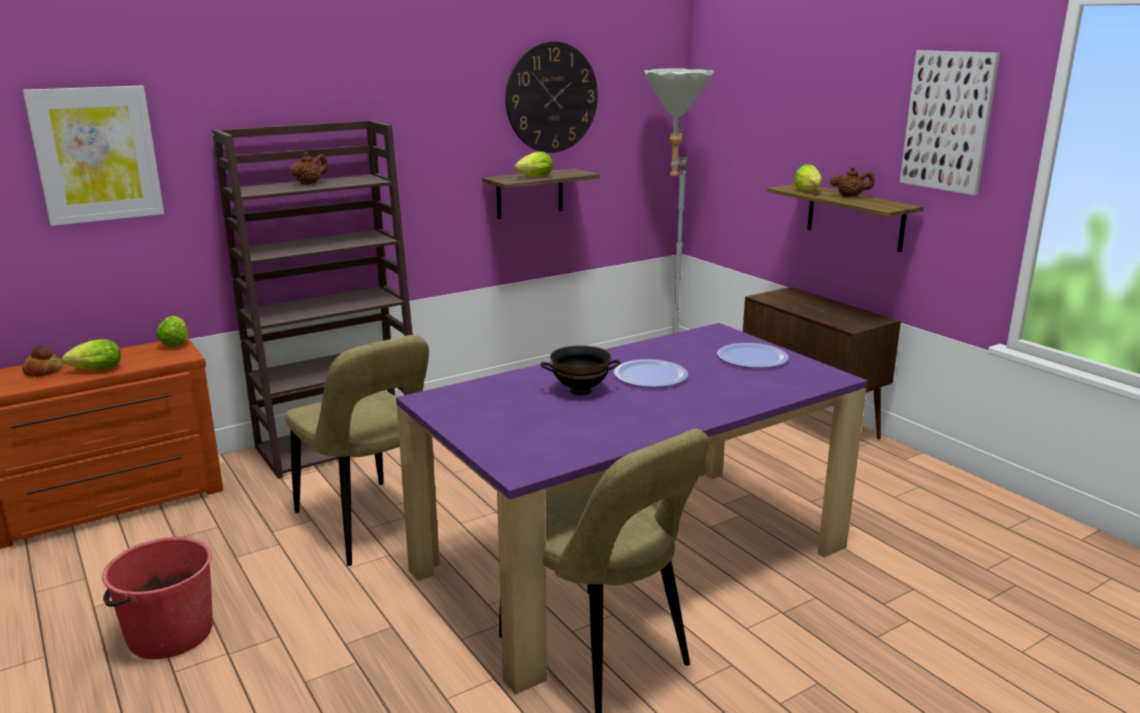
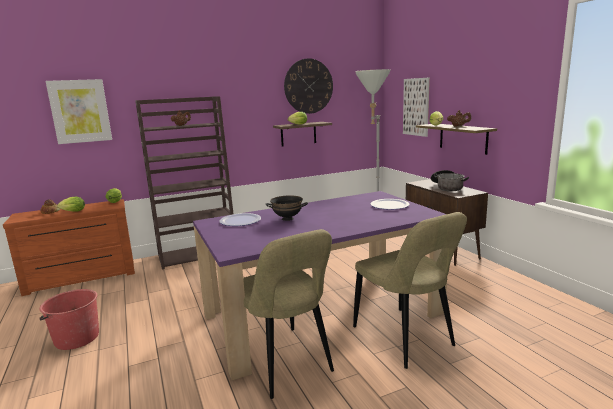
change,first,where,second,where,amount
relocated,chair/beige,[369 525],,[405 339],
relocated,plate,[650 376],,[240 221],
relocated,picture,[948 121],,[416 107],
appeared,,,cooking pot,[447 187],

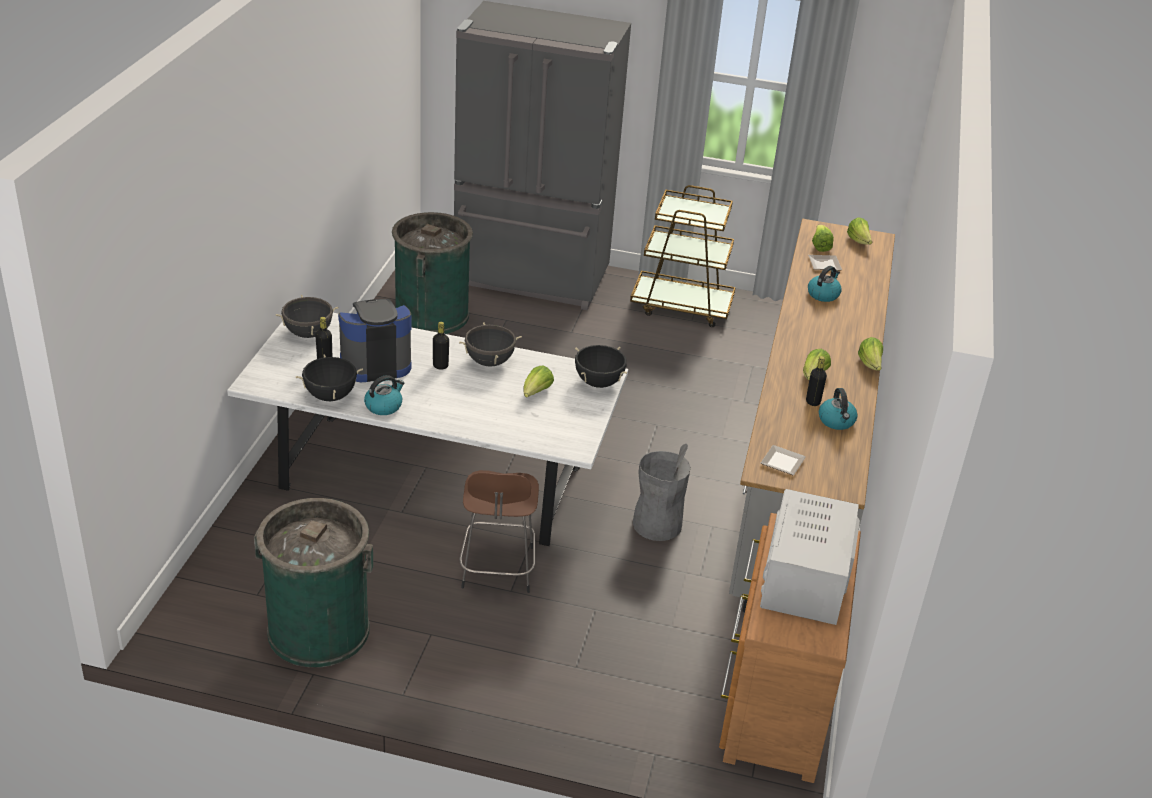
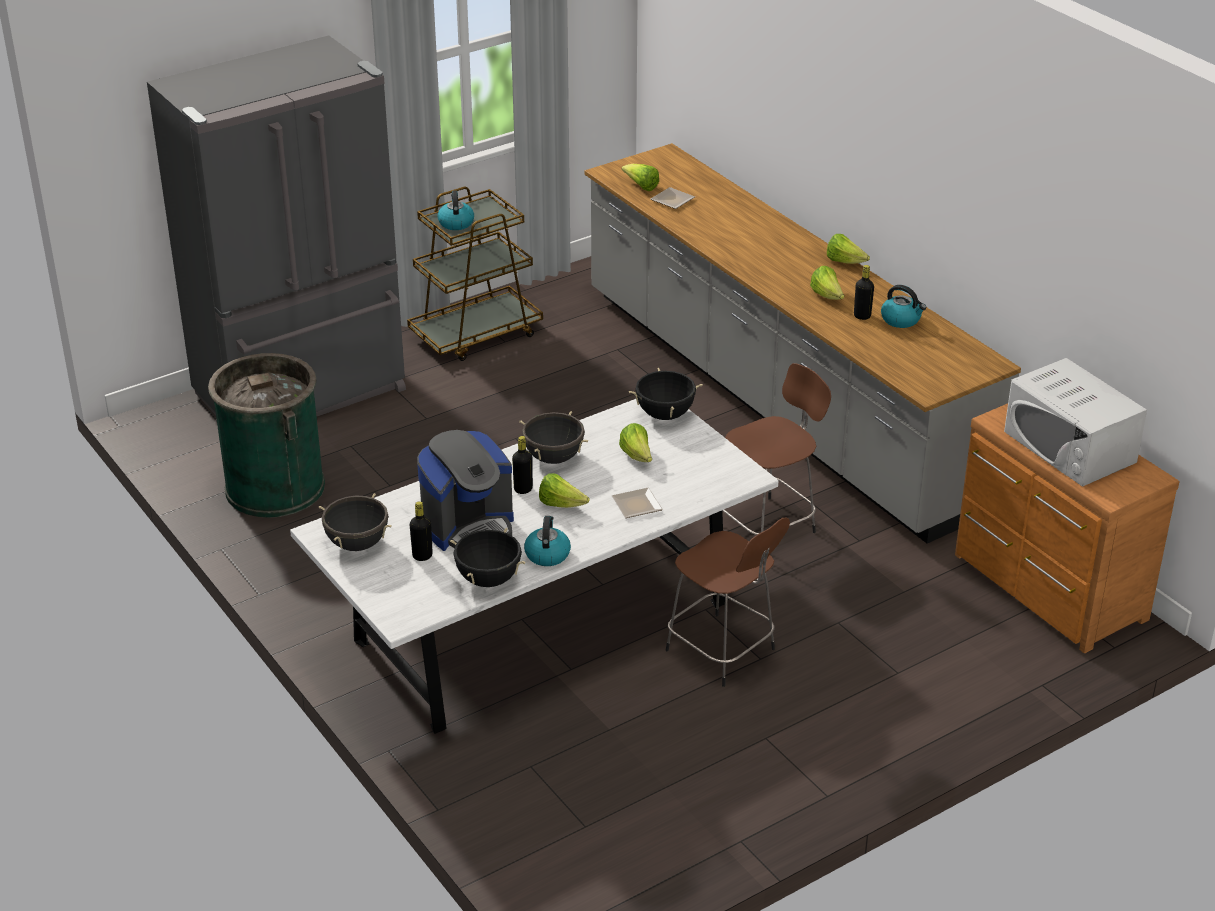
change,first,where,second,where,amount
missing,trash can/green,[318 630],,,
spun,coffee machine,[375 364],,[468 526],150 degrees counterclockwise
exchanged,trash can/grey,[657 524],stool/brown,[768 526],
relocated,plate,[784 462],,[637 504],
relocated,kettle,[823 294],,[456 223],
relocated,lettuce,[859 242],,[561 504],

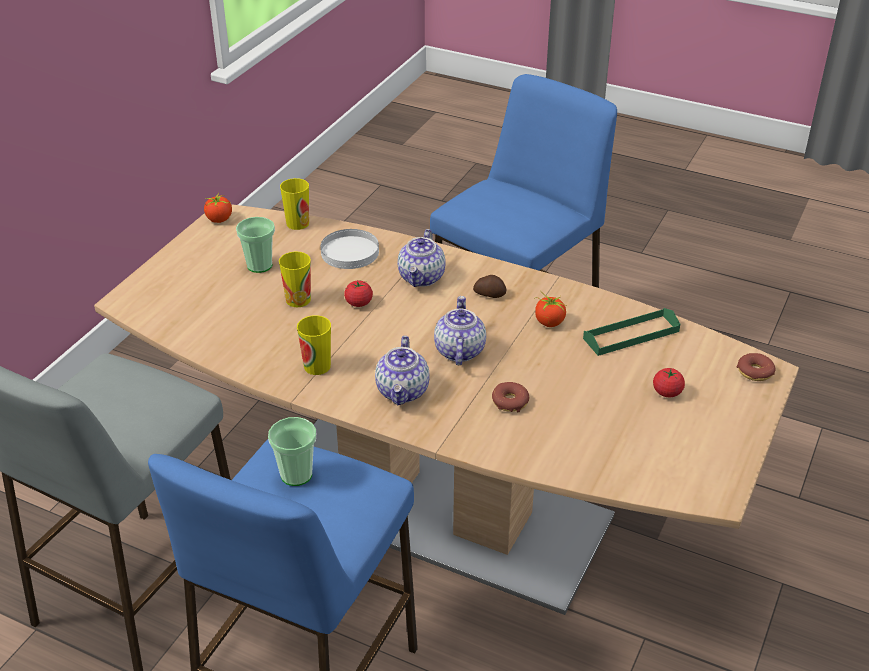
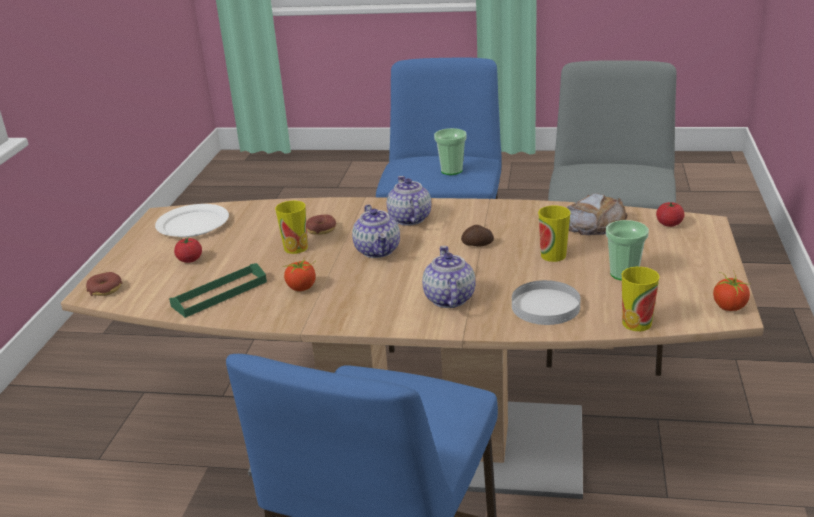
change,first,where,second,where,amount
relocated,cup,[317 366],,[295 248],
relocated,tomato,[359 303],,[669 224],
relocated,potato,[489 294],,[477 245],
appeared,,,plate/white,[193 224],
appeared,,,bread,[596 223],

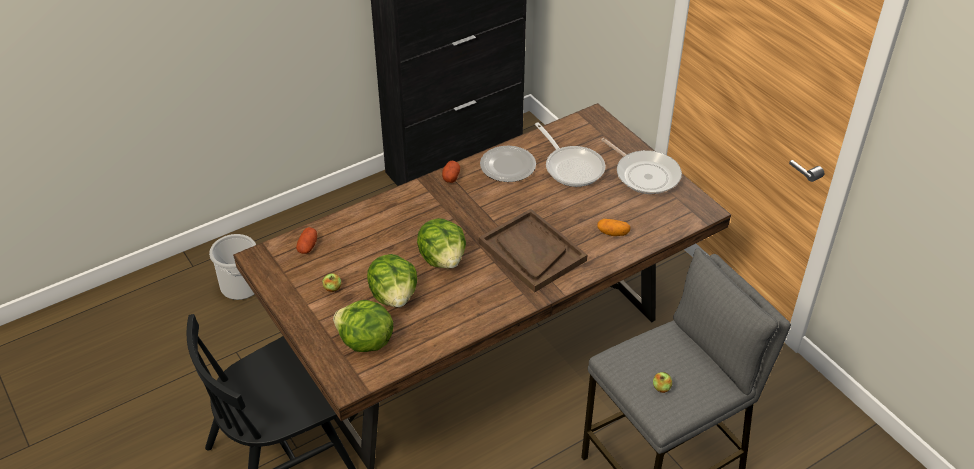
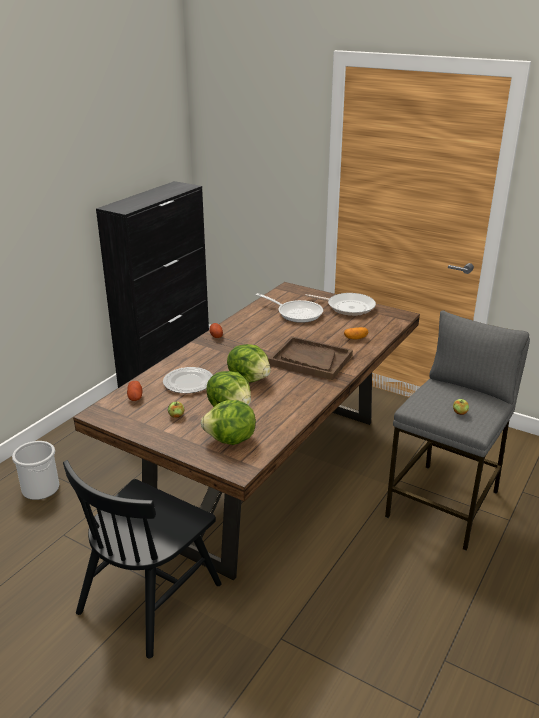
change,first,where,second,where,amount
relocated,plate,[508 166],,[189 382],

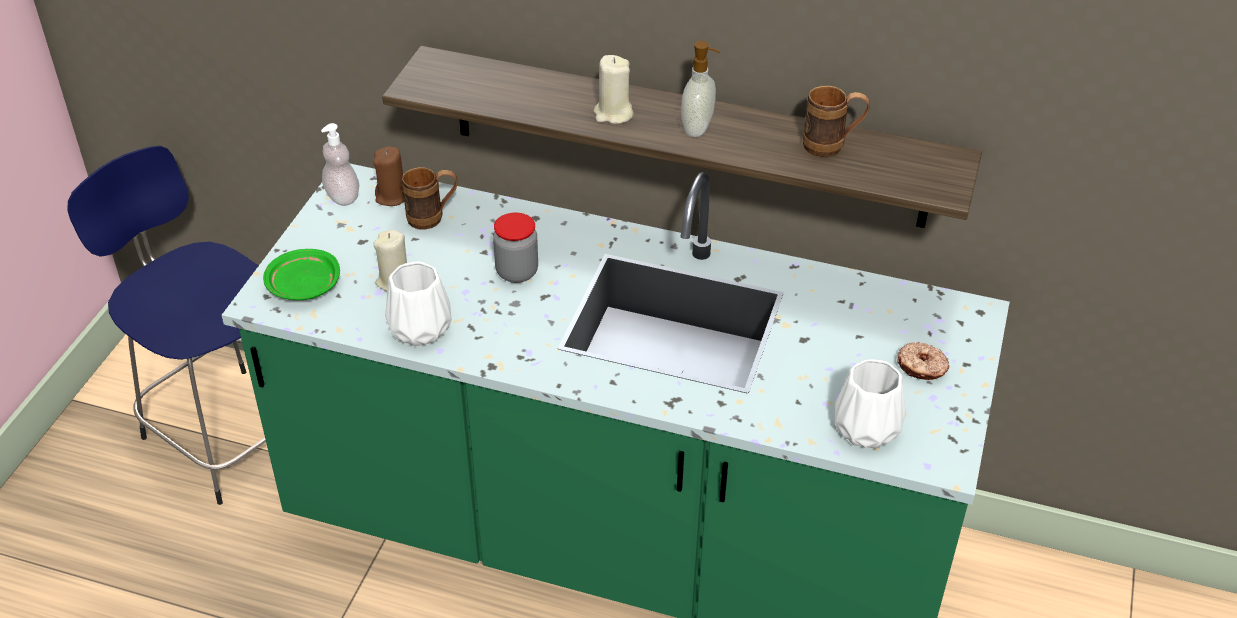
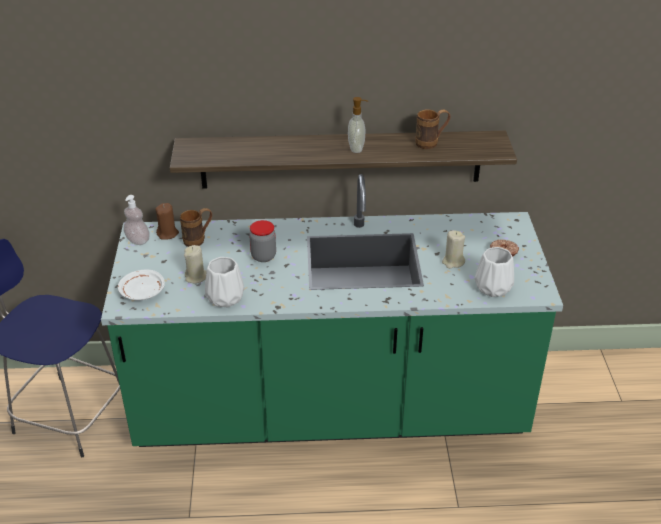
change,first,where,second,where,amount
colour,plate/green,[303 286],plate/white,[142 292],
relocated,candle/beige,[613 114],,[453 262],

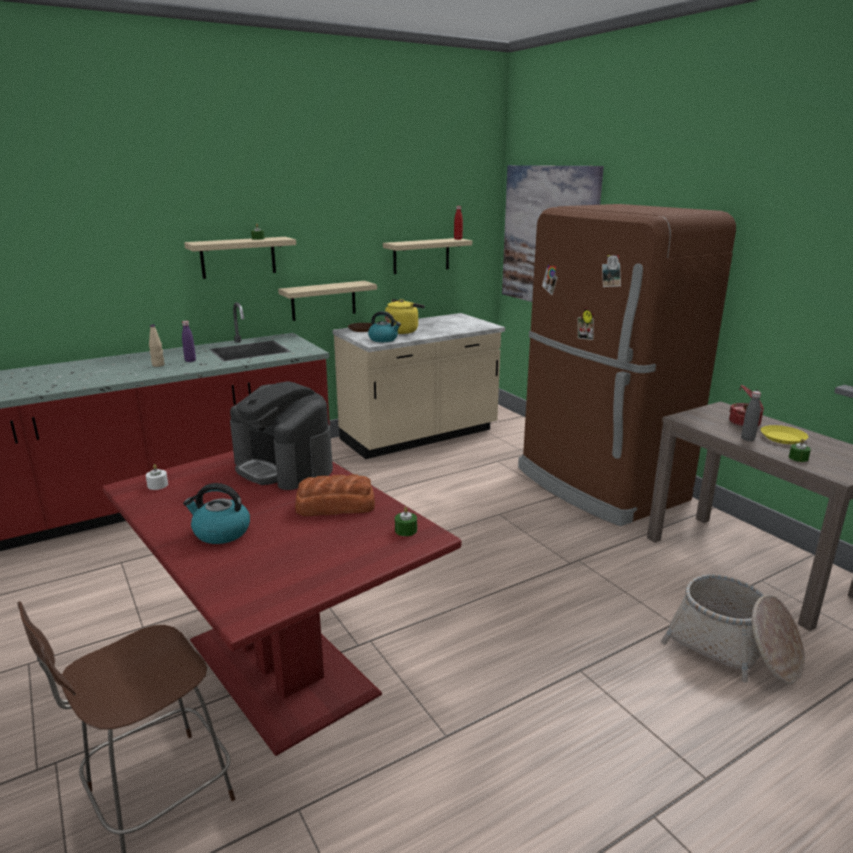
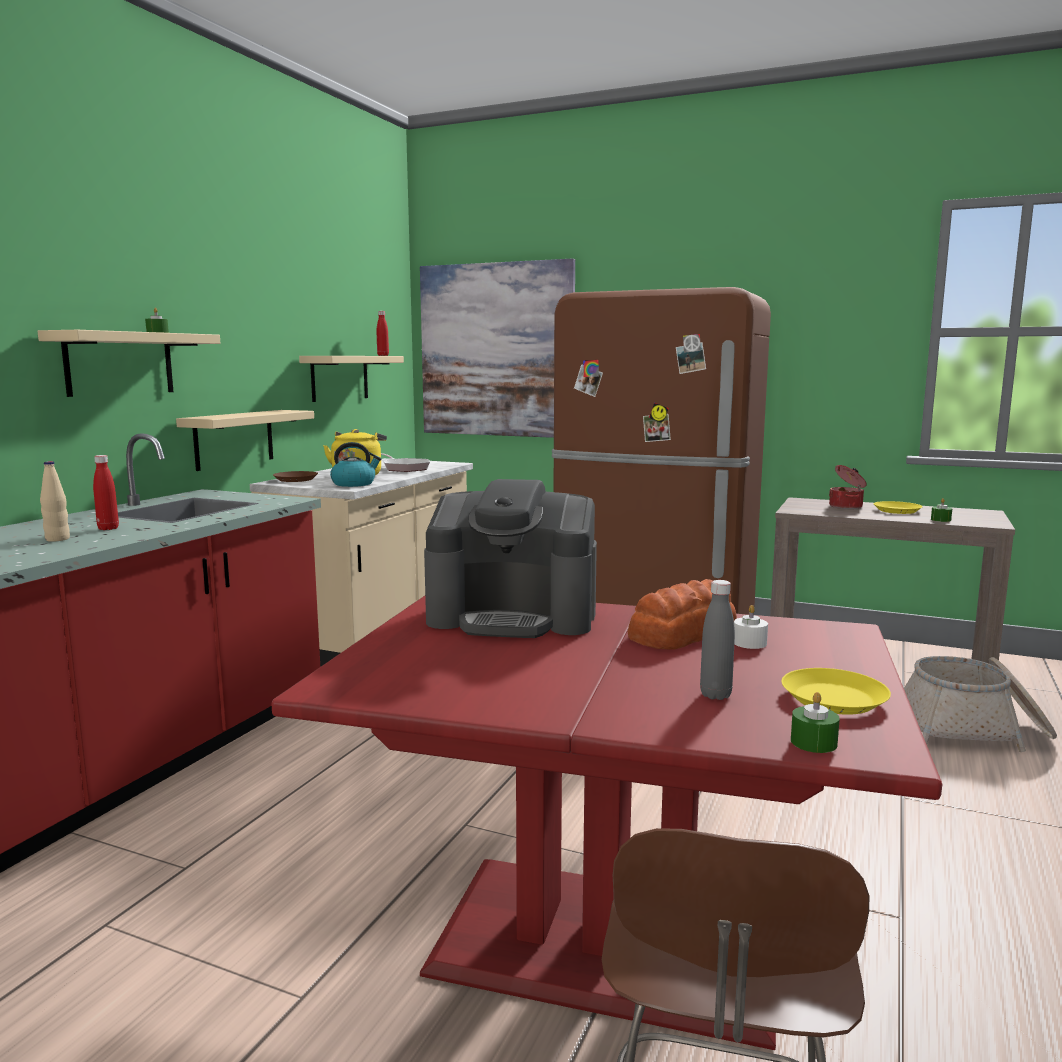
change,first,where,second,where,amount
relocated,candle/white,[157 485],,[749 643],
colour,bottle/purple,[190 361],bottle/red,[108 528],
missing,kettle,[220 532],,,
relocated,candle/green,[406 530],,[813 742],
relocated,bottle/grey,[747 439],,[715 695],
appeared,,,frying pan,[404 468],
appeared,,,plate/yellow,[834 699],

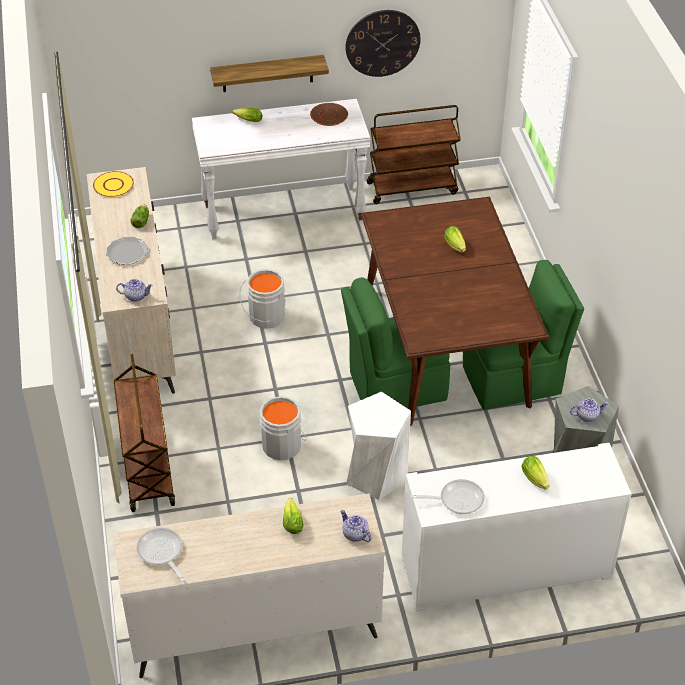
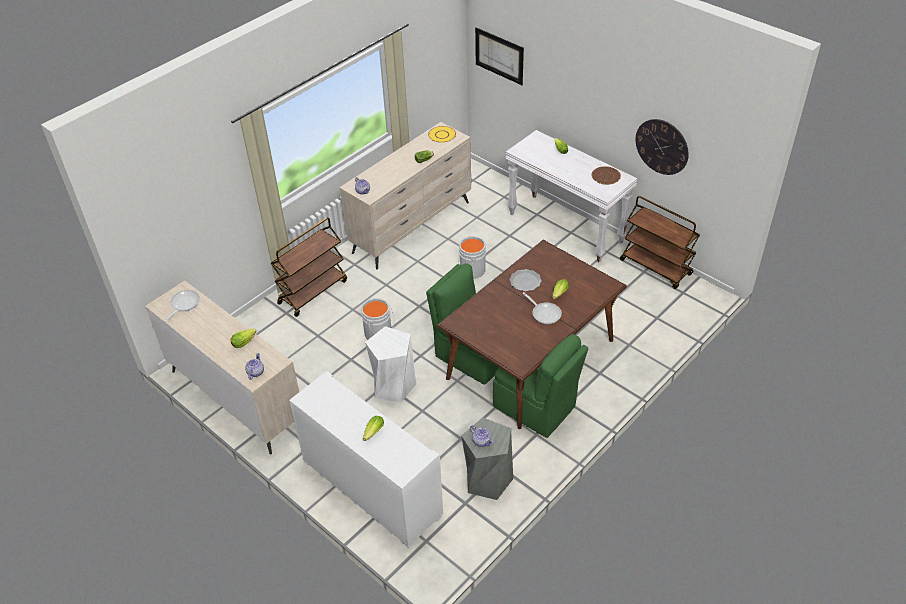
change,first,where,second,where,amount
relocated,plate,[127 252],,[525 281],
missing,shelf,[267 73],,,
relocated,frying pan,[457 499],,[544 313],
appeared,,,picture,[499 56],

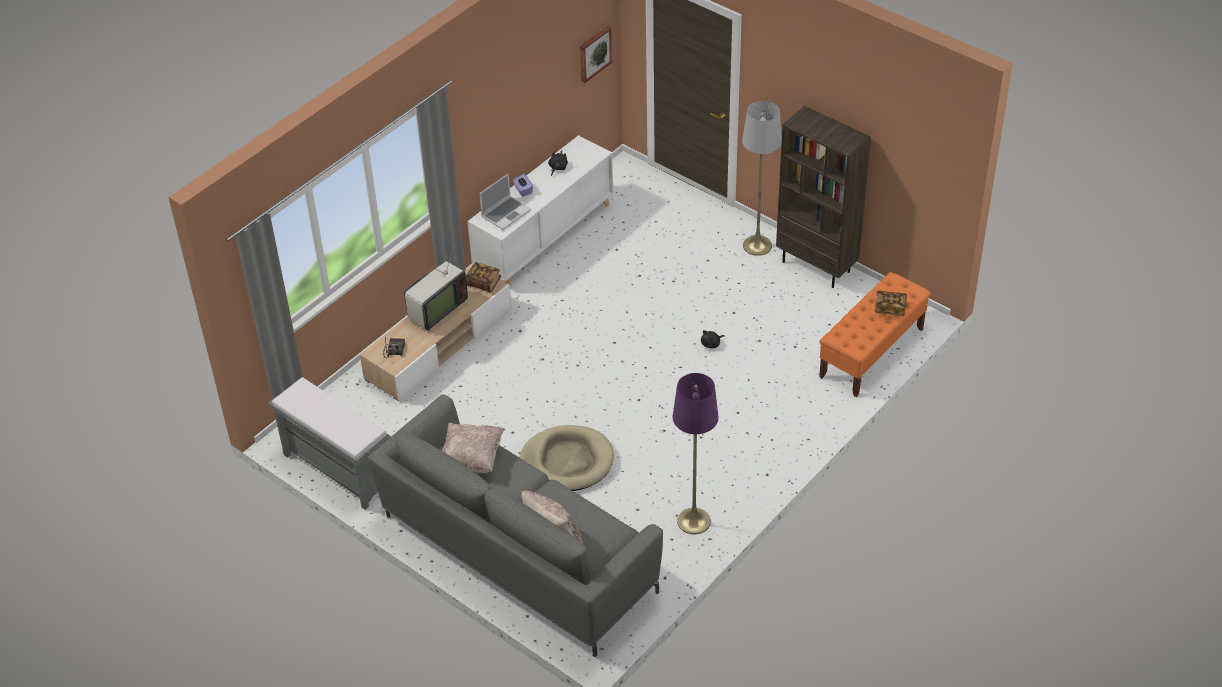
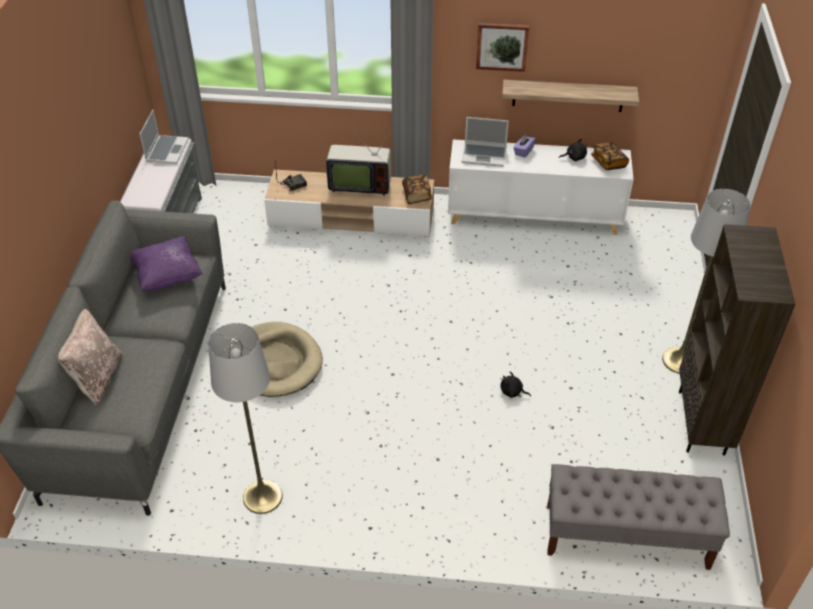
change,first,where,second,where,amount
colour,pillow/beige,[471 458],pillow/purple,[167 276],
relocated,picture,[594 53],,[502 46],
colour,floor lamp/purple,[694 521],floor lamp/grey,[263 496],
colour,bench/orange,[871 353],bench/grey,[626 536],
relocated,book,[890 308],,[608 162],
appeared,,,laptop,[166 150],
appeared,,,shelf,[568 95],

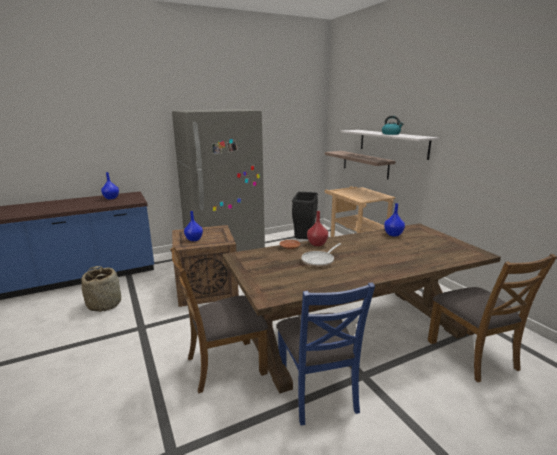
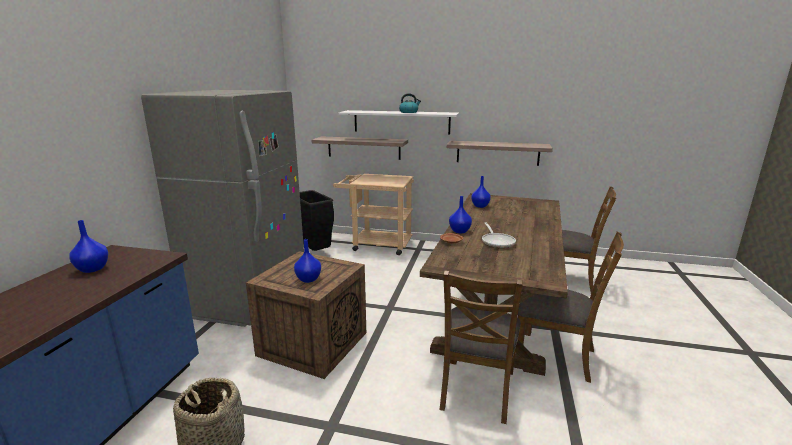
change,first,where,second,where,amount
colour,chair/blue,[317 390],chair/brown,[555 355],
colour,vase/red,[317 244],vase/blue,[459 231],
appeared,,,shelf,[497 153],

